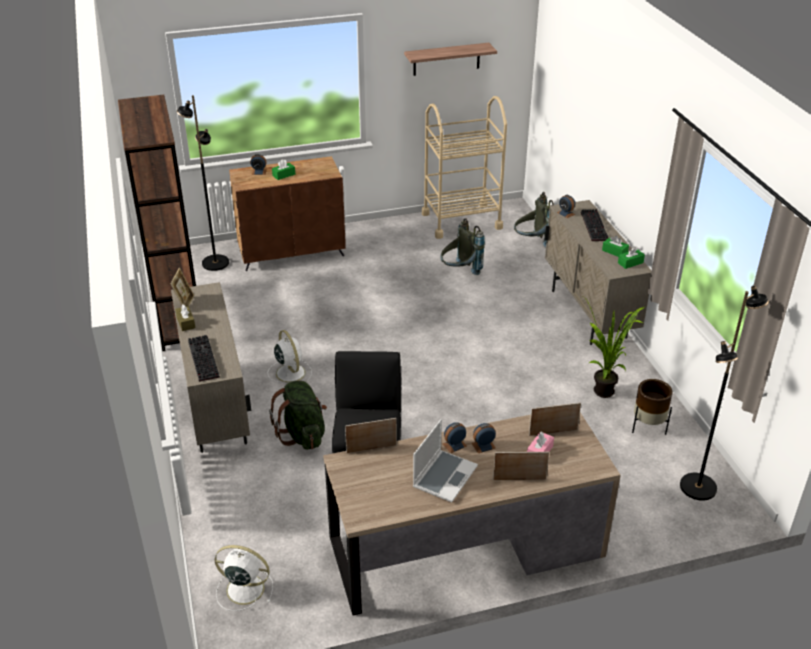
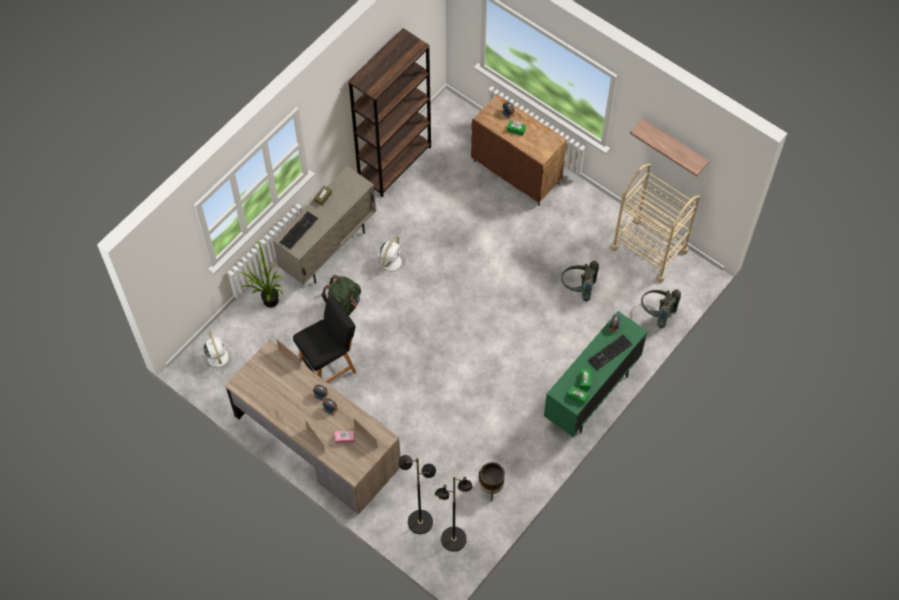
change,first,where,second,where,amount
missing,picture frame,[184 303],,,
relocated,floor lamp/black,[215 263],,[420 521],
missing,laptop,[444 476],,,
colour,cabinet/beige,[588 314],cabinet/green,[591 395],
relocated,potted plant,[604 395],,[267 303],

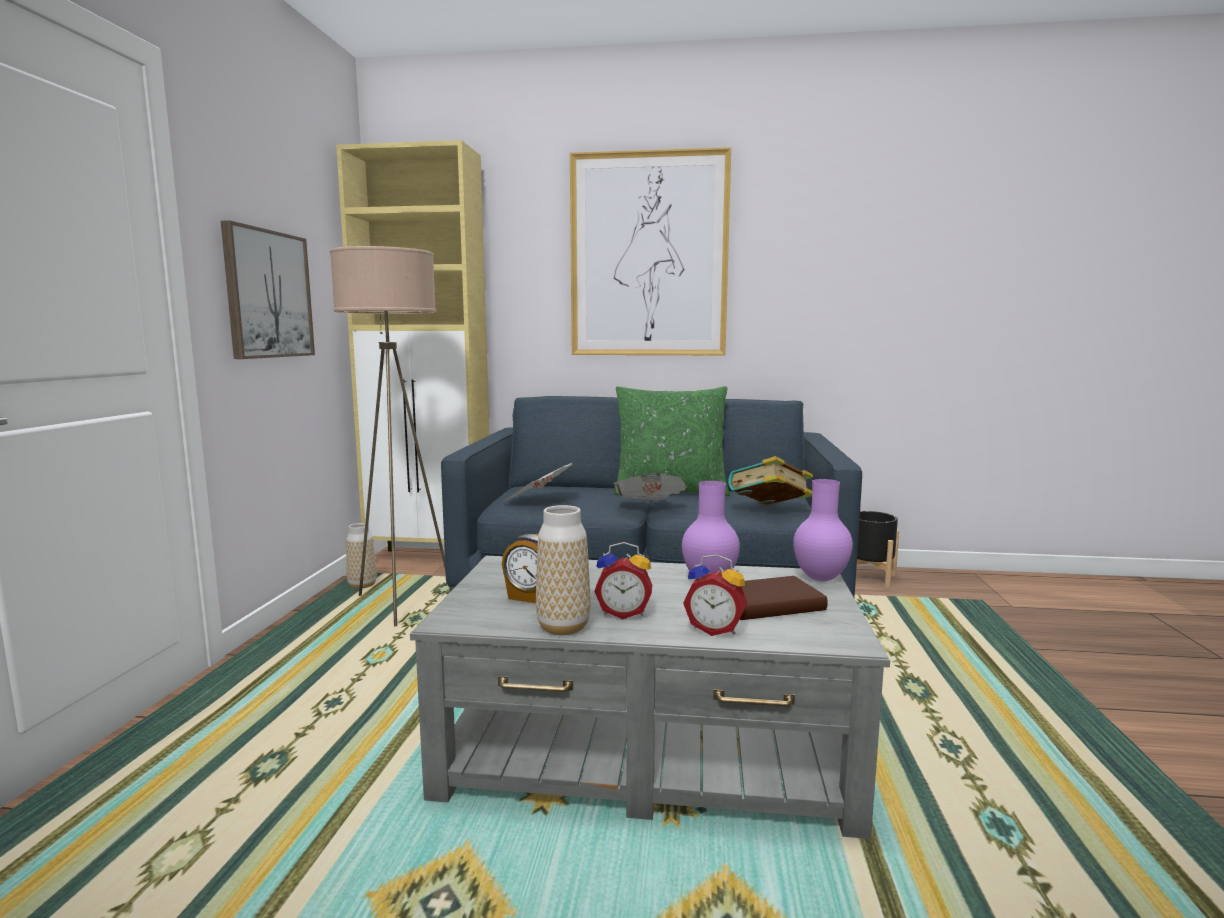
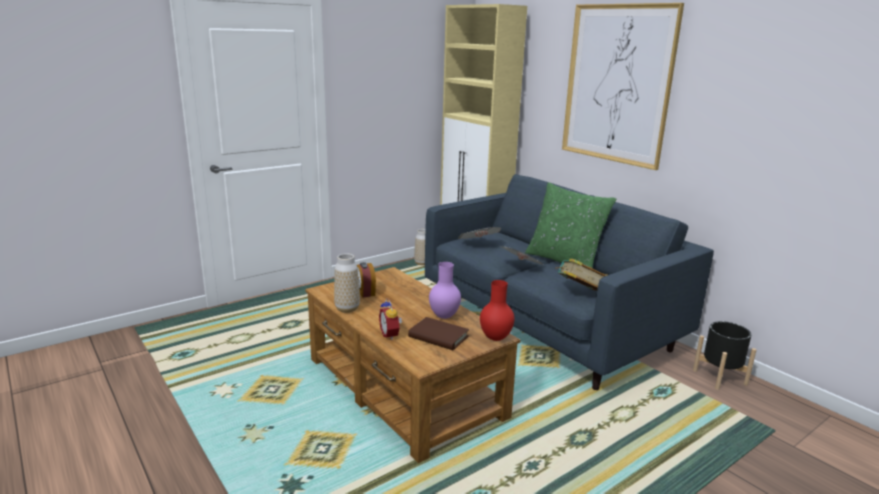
change,first,where,second,where,amount
missing,picture,[268 294],,,
missing,floor lamp/beige,[402 604],,,
colour,coffee table/grey,[649 753],coffee table/brown,[403 388],
missing,alarm clock,[623 613],,,
colour,vase/purple,[820 578],vase/red,[496 338],

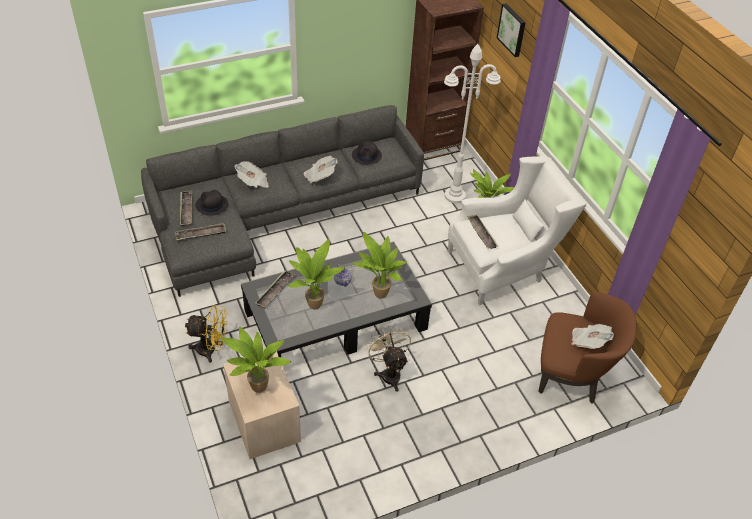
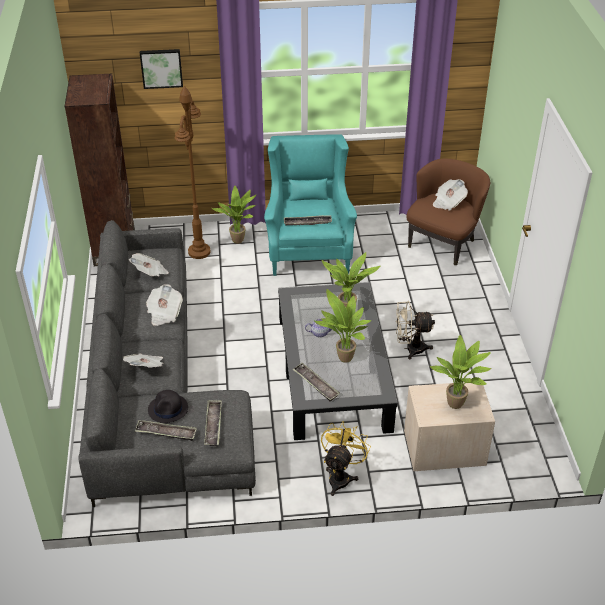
change,first,where,second,where,amount
exchanged,hat/black,[367 156],newspaper,[150 273],
colour,floor lamp/white,[455 196],floor lamp/brown,[199 251],
colour,armchair/white,[503 267],armchair/turquoise,[308 247],

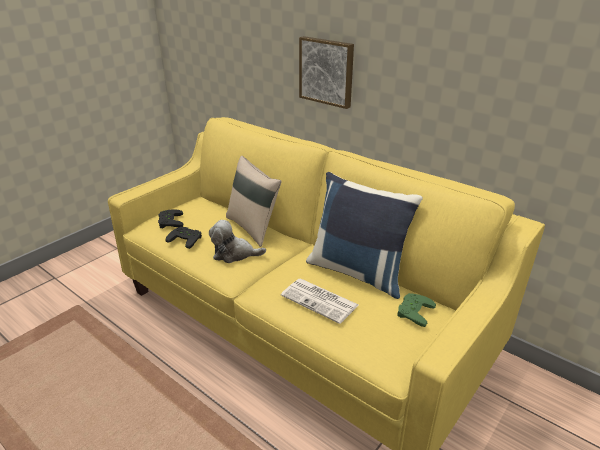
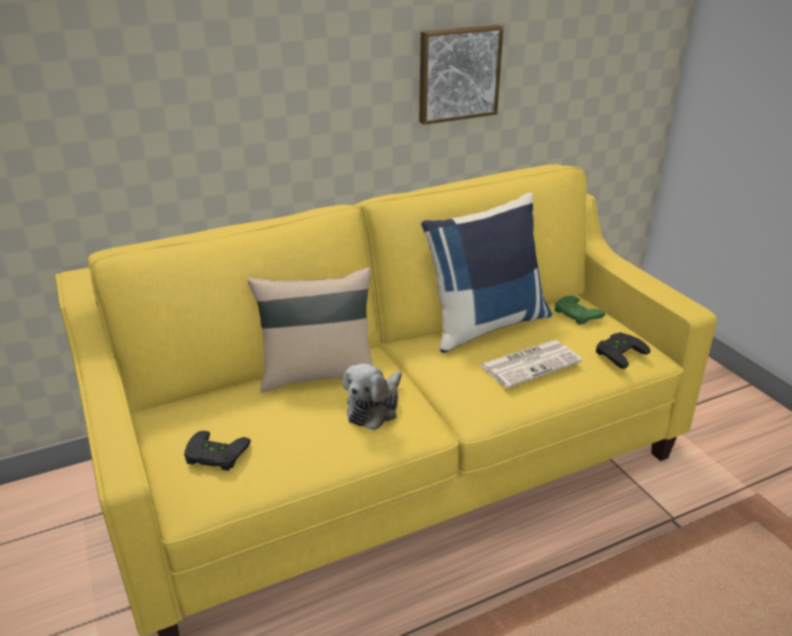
change,first,where,second,where,amount
relocated,game controller/black,[186 238],,[618 352],
relocated,picture,[327 71],,[458 73],

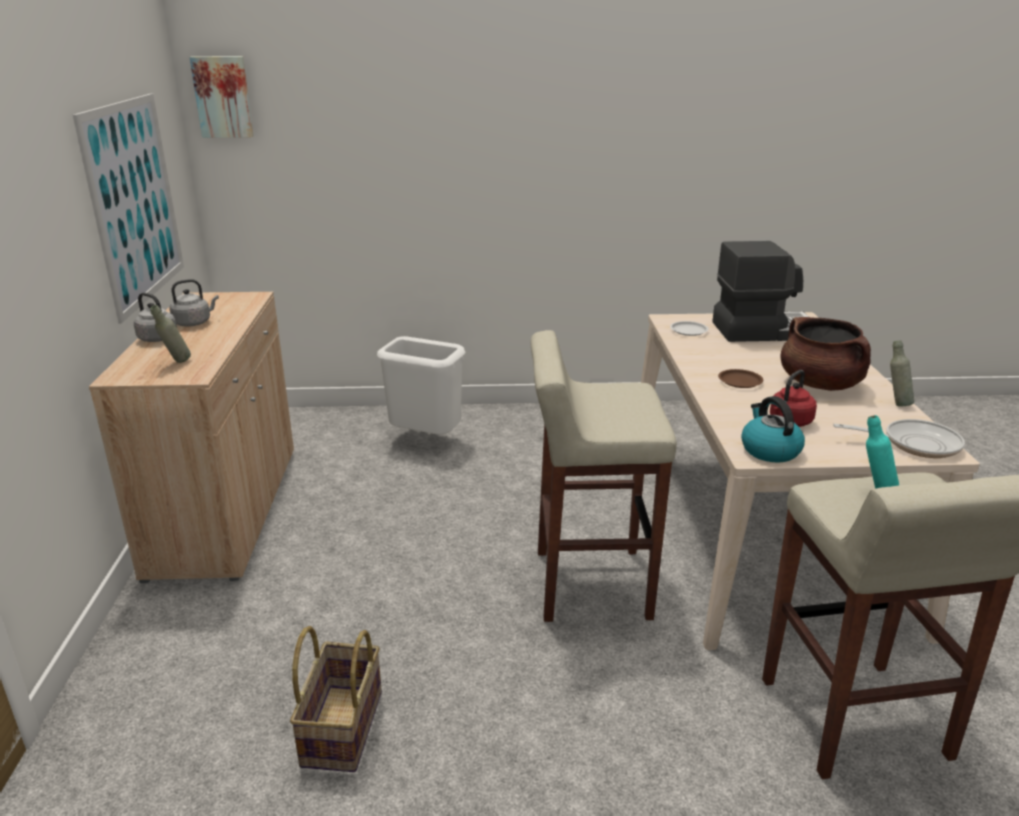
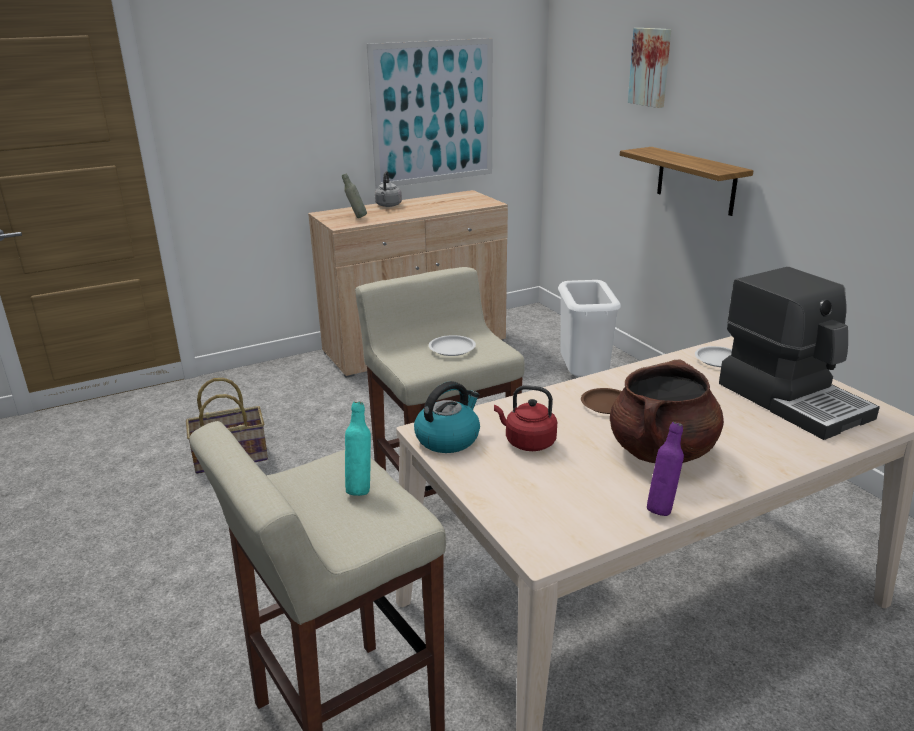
change,first,where,second,where,amount
missing,kettle/grey,[194 323],,,
relocated,picture,[223 97],,[651 67],
missing,frying pan,[914 444],,,
colour,bottle/grey,[896 404],bottle/purple,[661 508],
appeared,,,plate/white,[452 349],
appeared,,,shelf,[696 181],

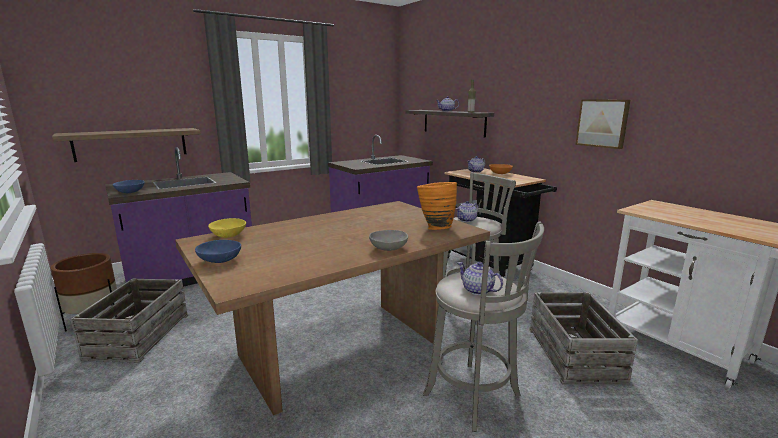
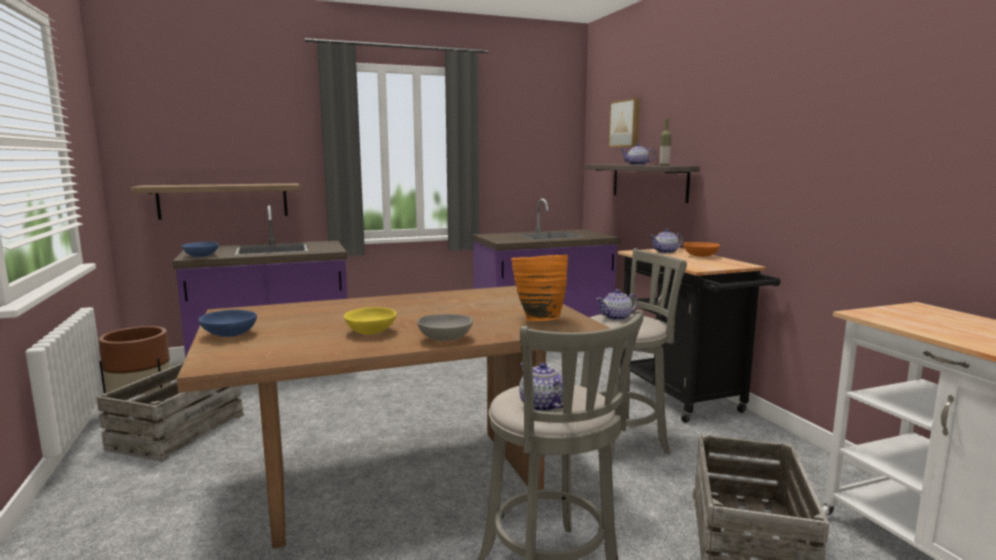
change,first,where,second,where,amount
relocated,bowl/yellow,[229 236],,[371 332],
relocated,picture,[603 123],,[626 123],

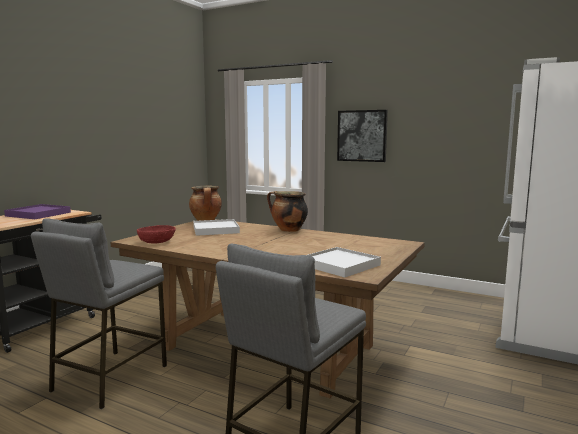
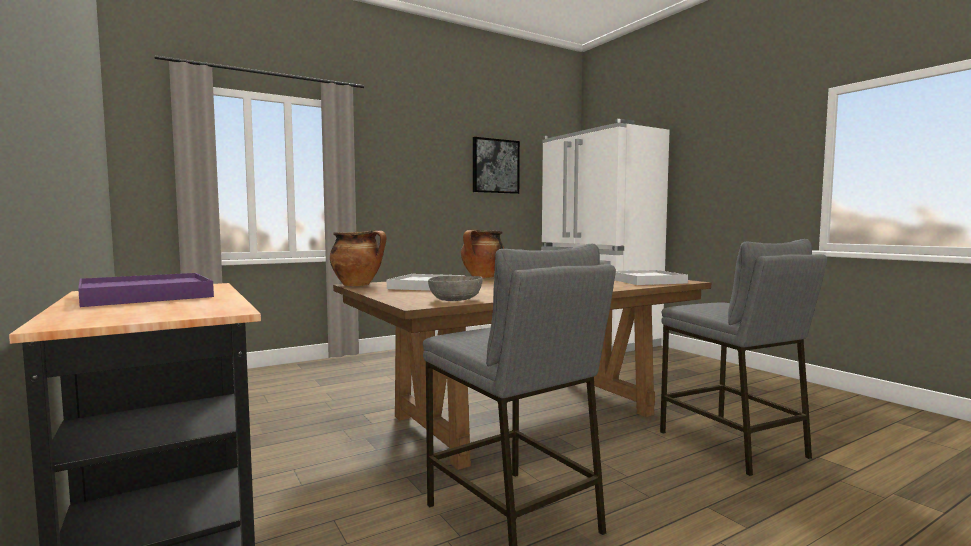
change,first,where,second,where,amount
colour,bowl/red,[157 242],bowl/grey,[455 300],
relocated,picture,[362 136],,[495 166],

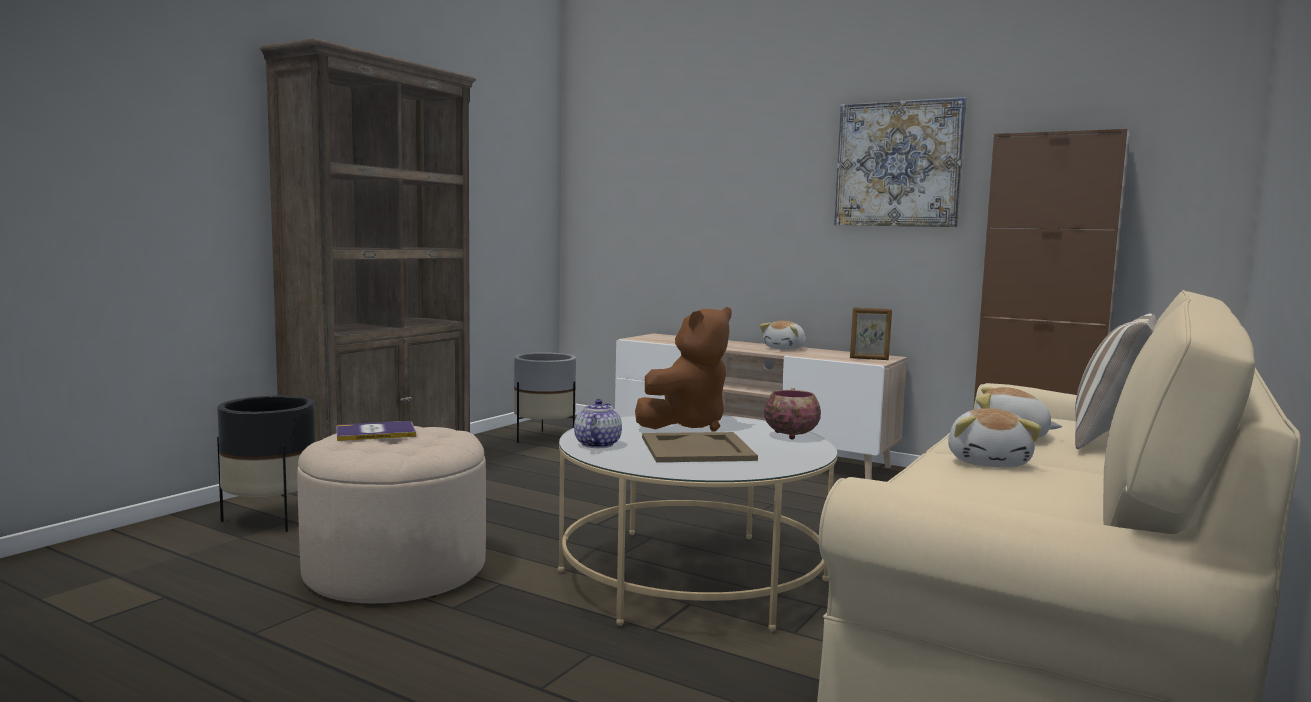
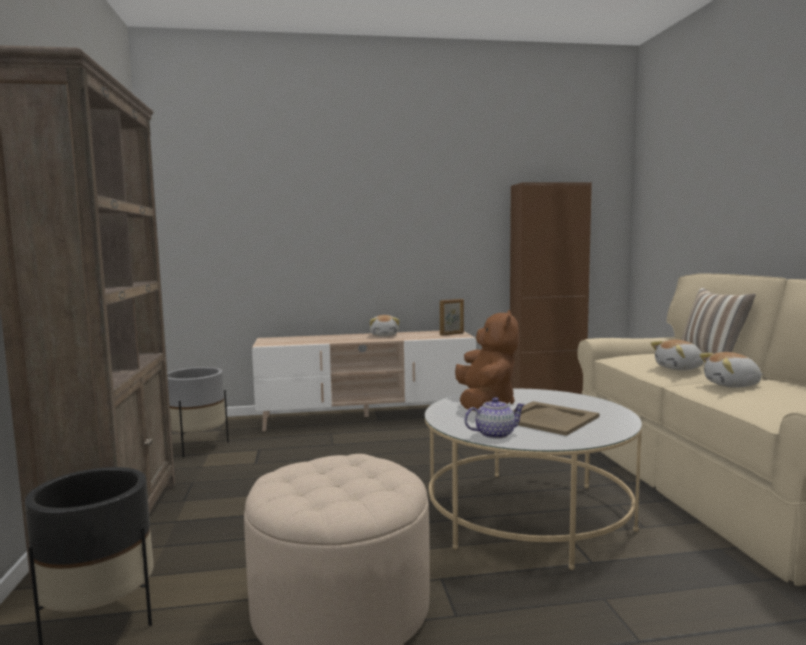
change,first,where,second,where,amount
missing,book,[375 432],,,
spun,teapot,[597 444],,[494 434],105 degrees clockwise
missing,bowl,[791 435],,,
missing,picture,[898 164],,,
spun,plush toy,[989 462],,[732 385],120 degrees clockwise

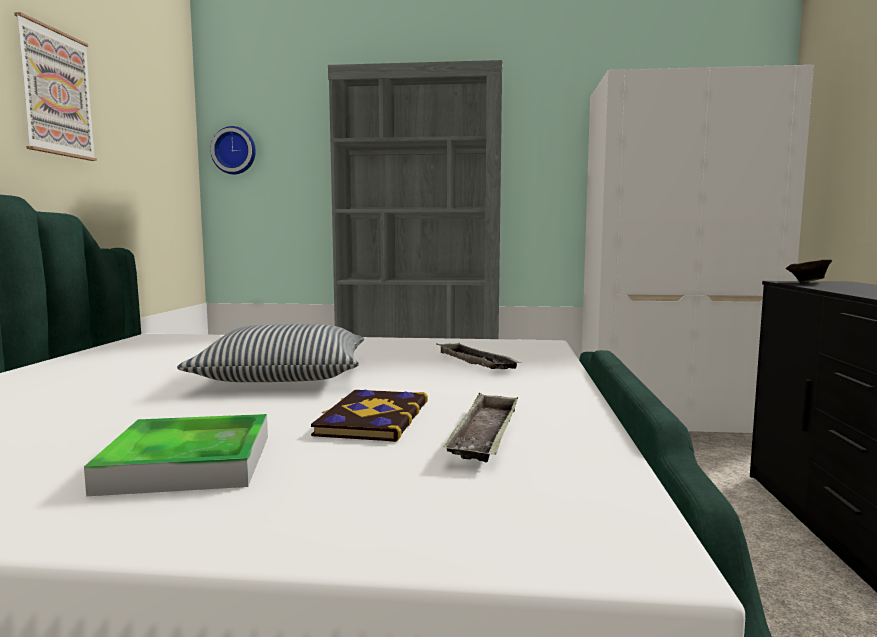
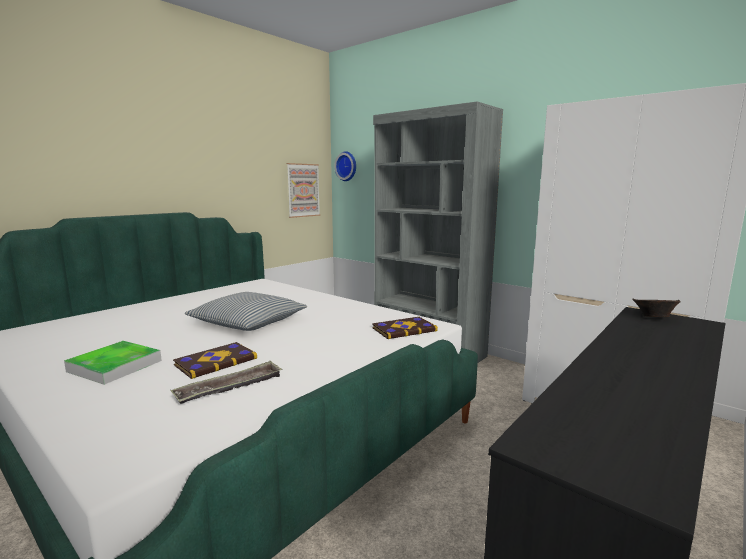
change,first,where,second,where,amount
relocated,picture,[56 93],,[303 190],
missing,tray,[475 362],,,
appeared,,,book,[404 329],

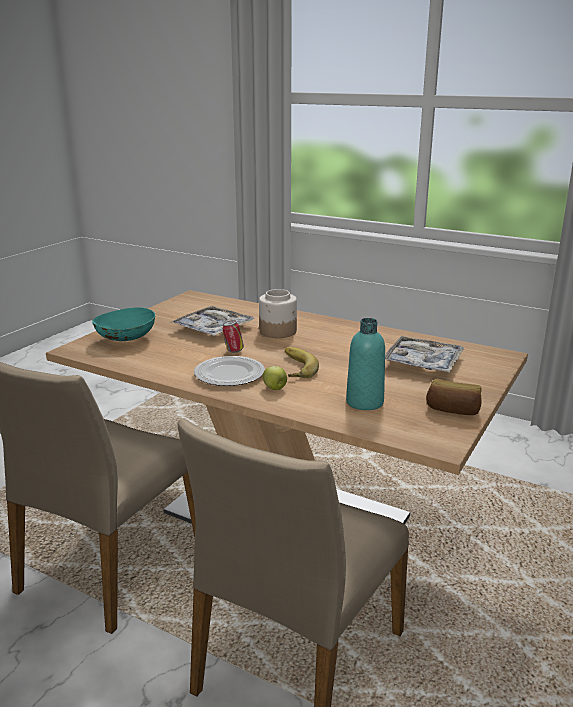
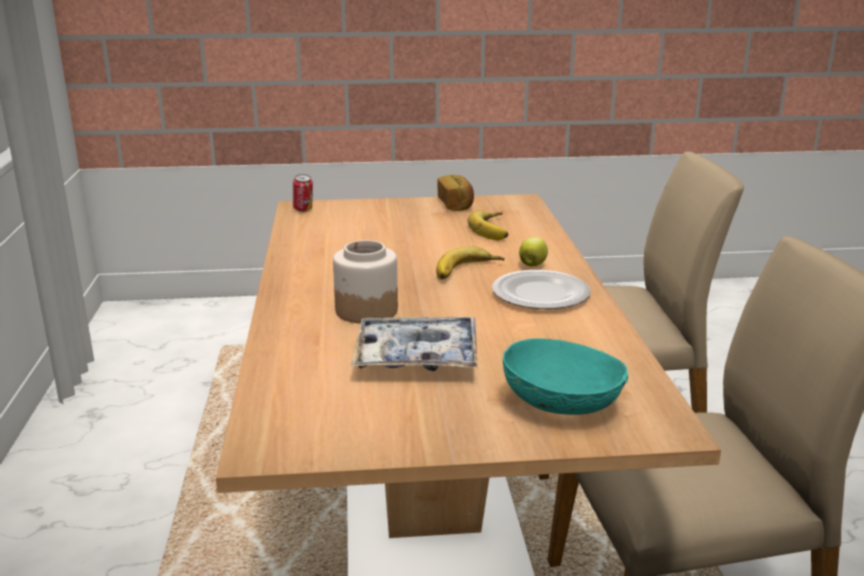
change,first,where,second,where,amount
relocated,can,[233 351],,[303 210],
exchanged,bottle/turquoise,[364 402],banana,[495 230],
missing,tray,[423 362],,,

